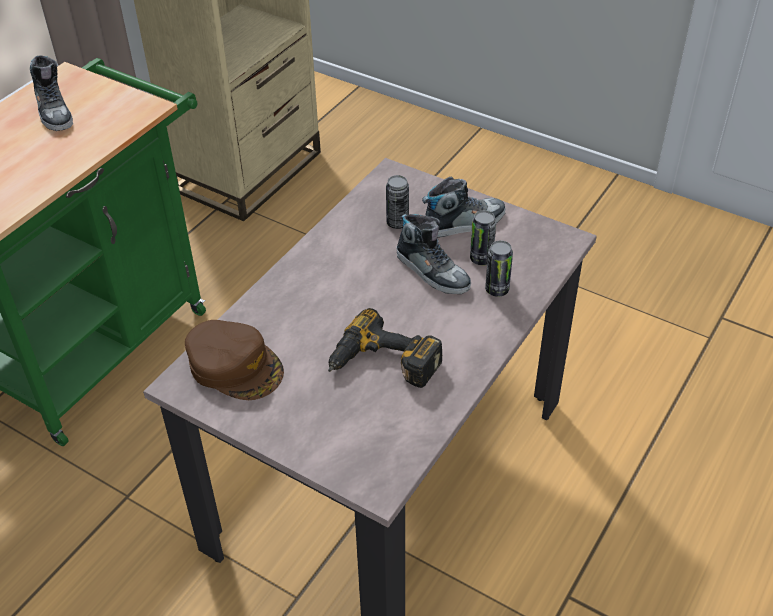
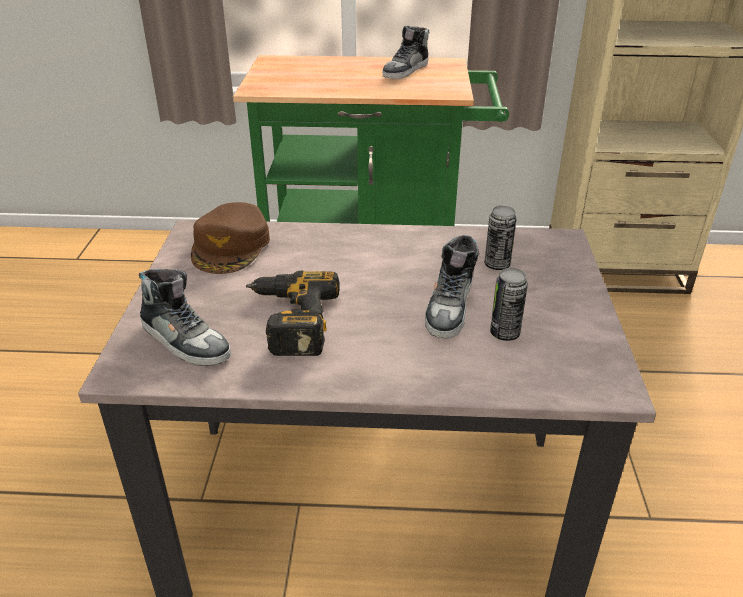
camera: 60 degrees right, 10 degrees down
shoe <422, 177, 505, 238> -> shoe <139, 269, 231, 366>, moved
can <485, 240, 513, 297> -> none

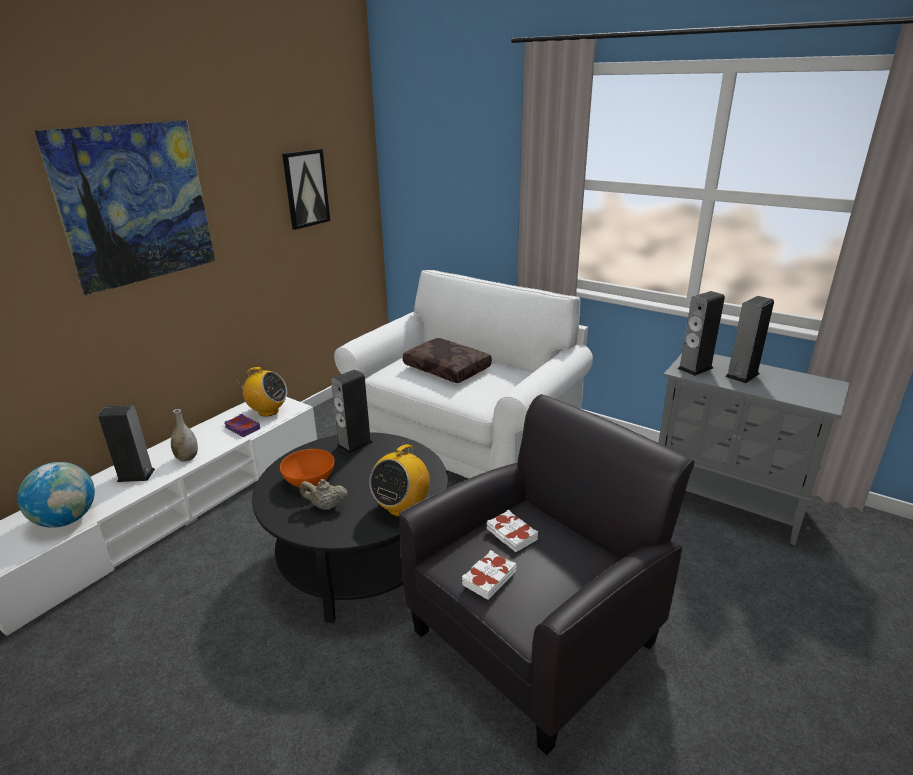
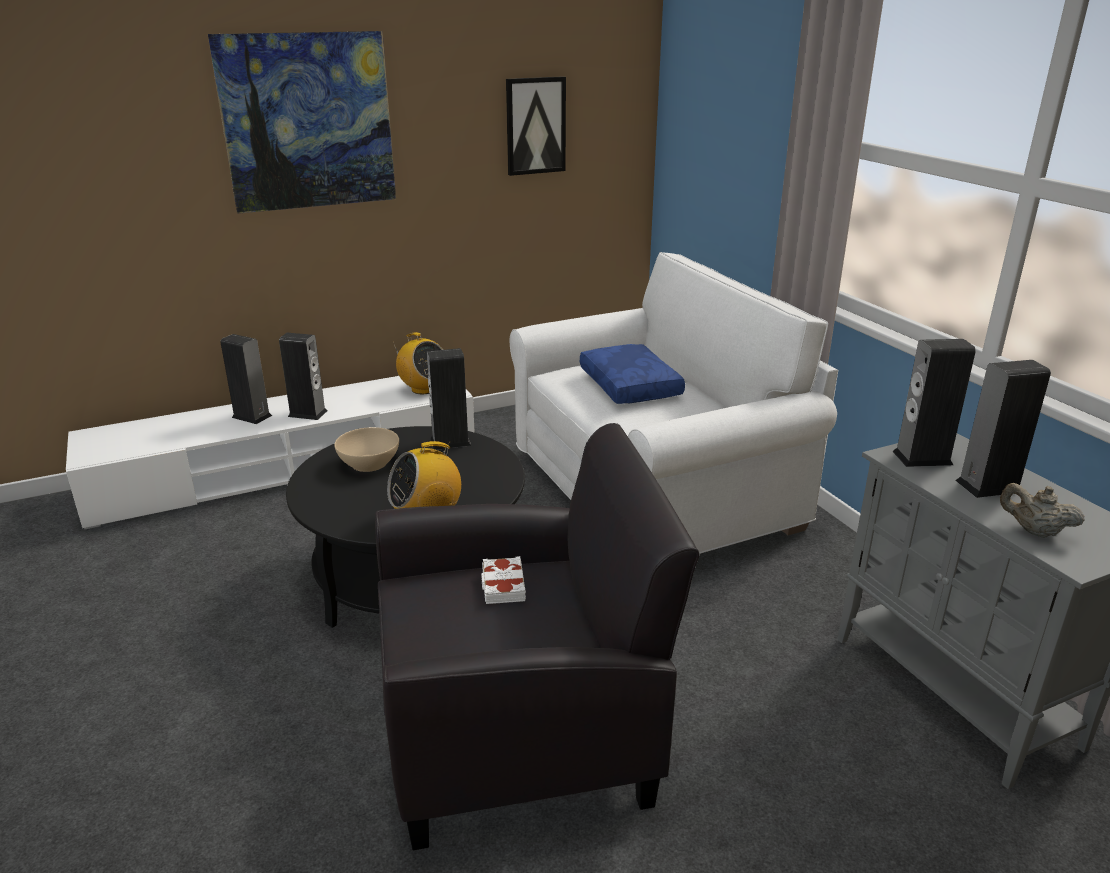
camera: 30 degrees right, 0 degrees up
globe <17, 462, 95, 528> -> none
vase (grey) <171, 409, 198, 462> -> speaker <279, 333, 327, 420>
book (purple) <225, 414, 260, 437> -> none
bowl (orange) <280, 449, 335, 489> -> bowl (beige) <334, 427, 399, 472>
teapot (beige) <300, 479, 348, 510> -> teapot (beige) <1000, 483, 1085, 538>, moved
pillow (brown) <403, 338, 492, 383> -> pillow (blue) <580, 344, 685, 404>
book (white) <462, 550, 516, 600> -> none

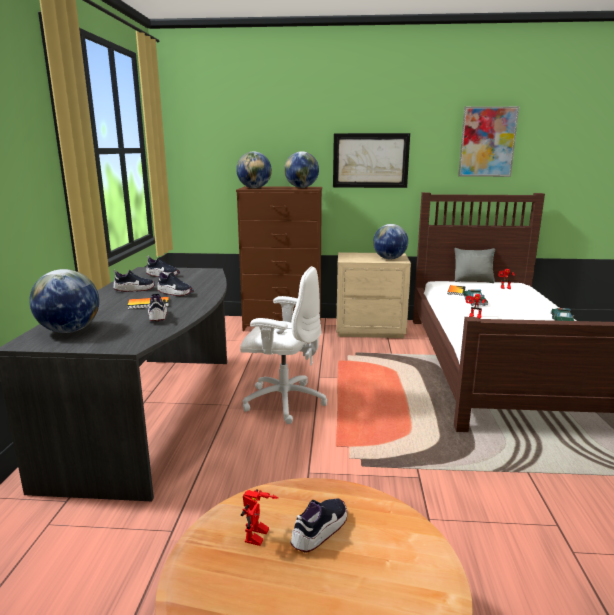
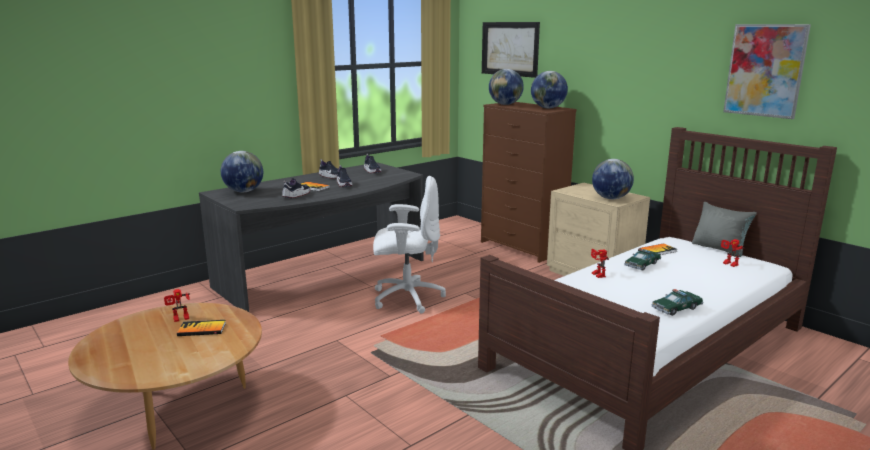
camera: 45 degrees right, 0 degrees up
office chair (white) <240, 266, 327, 424> -> office chair (white) <373, 176, 446, 314>, 60 degrees counterclockwise
shoe <291, 498, 347, 552> -> book <177, 320, 226, 336>
picture <333, 133, 410, 188> -> picture <482, 22, 540, 78>, moved

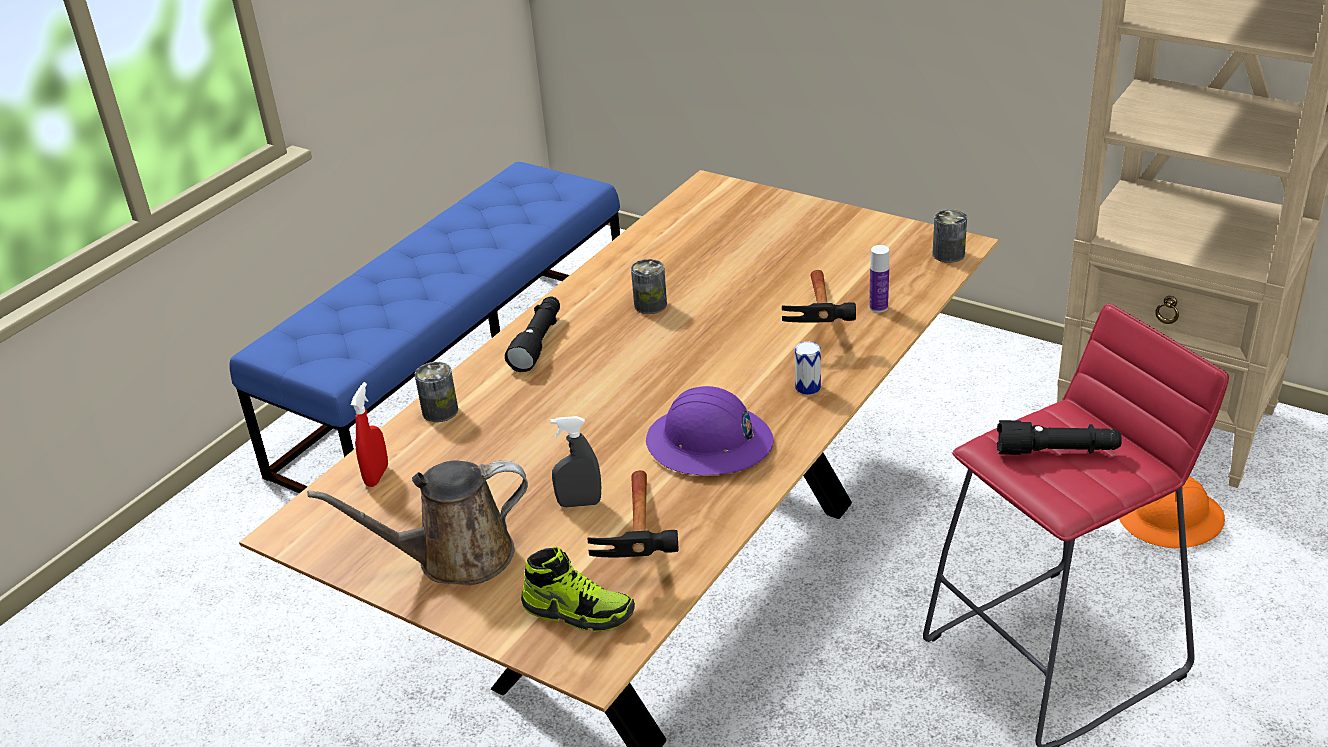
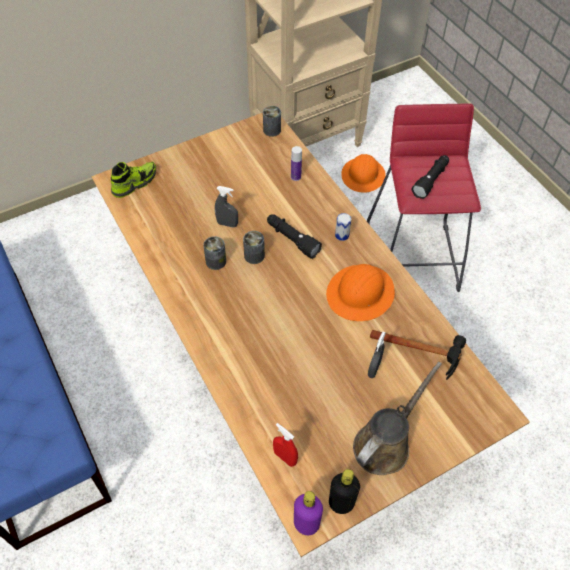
camera: 65 degrees left, 20 degrees up
watering can (brown) <307, 461, 528, 585> -> watering can (brown) <353, 362, 442, 475>, 150 degrees counterclockwise
can <415, 362, 458, 422> -> can <243, 231, 265, 264>, moved
flashlight (black) <505, 297, 560, 372> -> flashlight (black) <267, 214, 322, 259>, moved
shoe <521, 547, 635, 632> -> shoe <111, 162, 156, 198>, moved
hard hat (purple) <646, 386, 774, 475> -> hard hat (orange) <326, 264, 395, 321>
hammer <782, 270, 856, 323> -> none
none -> spray bottle (grey) <215, 186, 238, 228>
none -> bottle (purple) <294, 491, 323, 535>
none -> bottle (black) <329, 469, 360, 514>

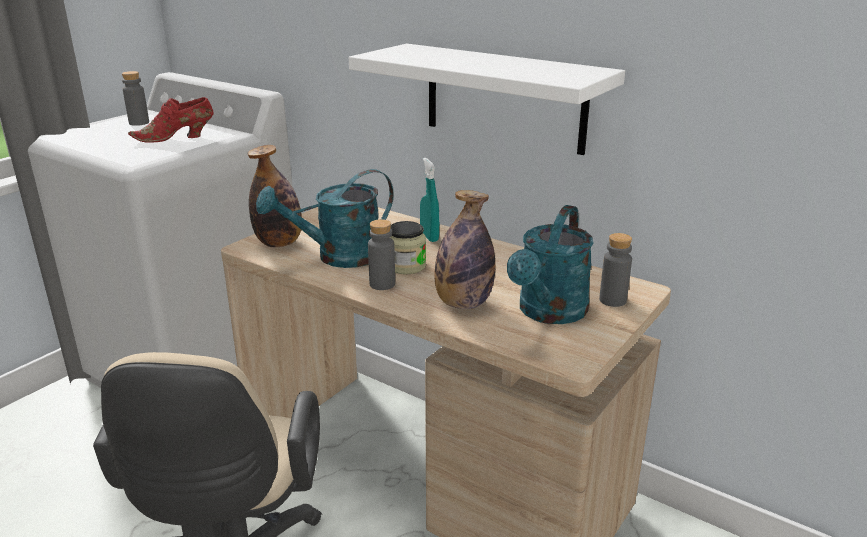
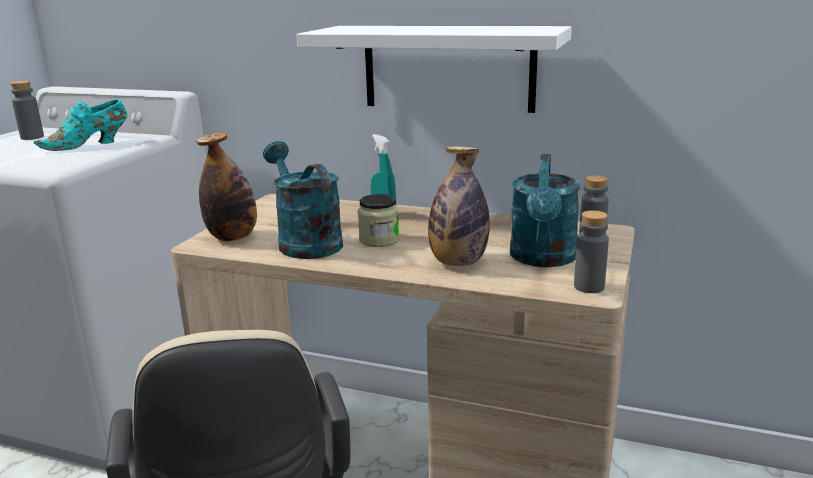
camera: 15 degrees left, 5 degrees down
shoe (red) <128, 97, 213, 143> -> shoe (turquoise) <34, 99, 128, 151>
watering can (turquoise) <256, 169, 394, 268> -> watering can (turquoise) <263, 141, 343, 259>, 105 degrees clockwise
bottle (grey) <368, 219, 395, 290> -> bottle (grey) <574, 211, 609, 293>, moved

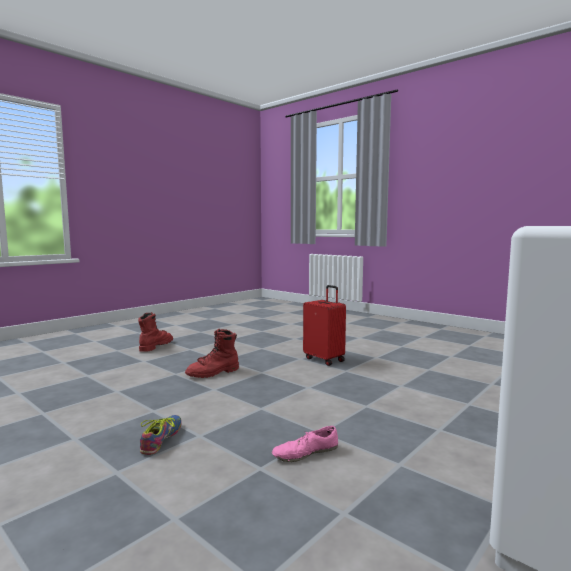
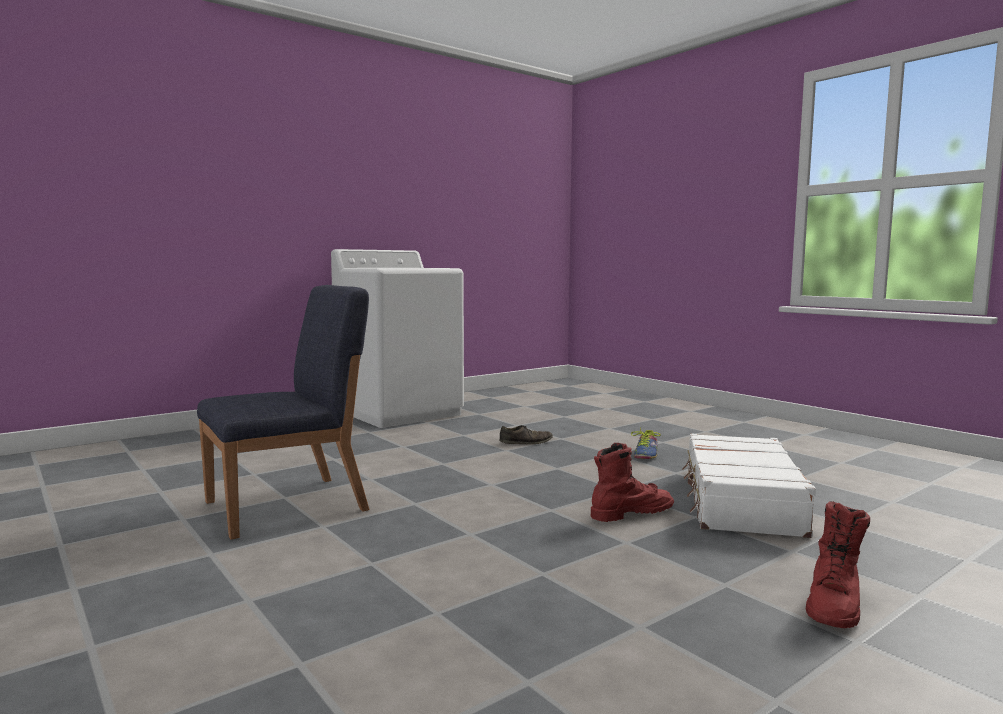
camera: 170 degrees left, 0 degrees up
shoe (pink) <272, 426, 338, 462> -> shoe (brown) <499, 425, 553, 444>
suitcase (red) <303, 285, 346, 366> -> none
none -> chair (blue) <197, 285, 370, 540>
none -> suitcase (white) <682, 433, 816, 538>

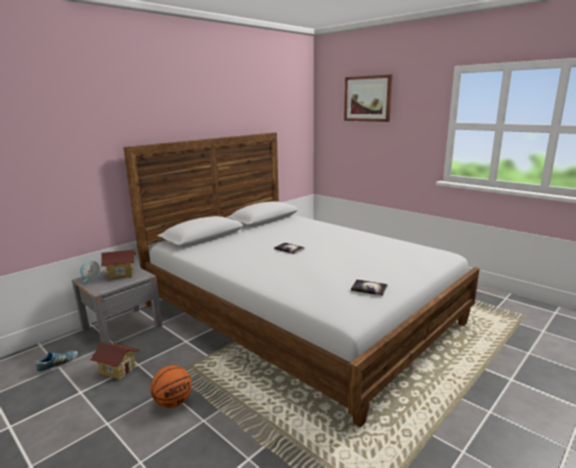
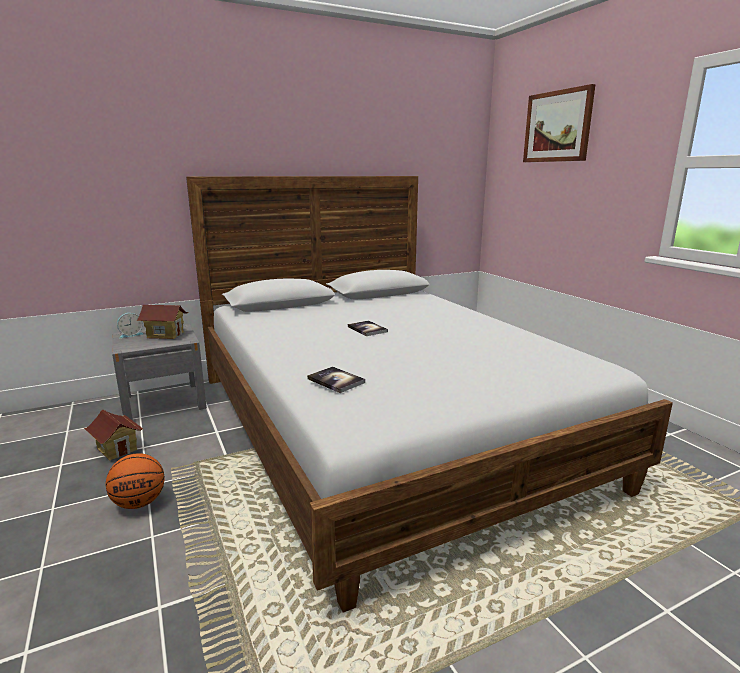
camera: 20 degrees right, 0 degrees up
shoe <36, 351, 78, 374> -> none
book <351, 279, 388, 296> -> book <307, 366, 365, 393>, moved

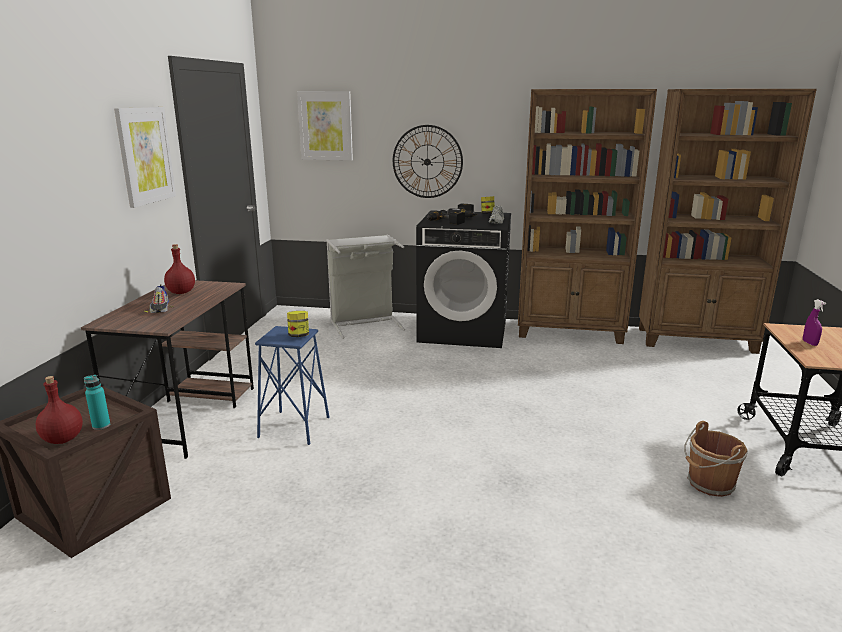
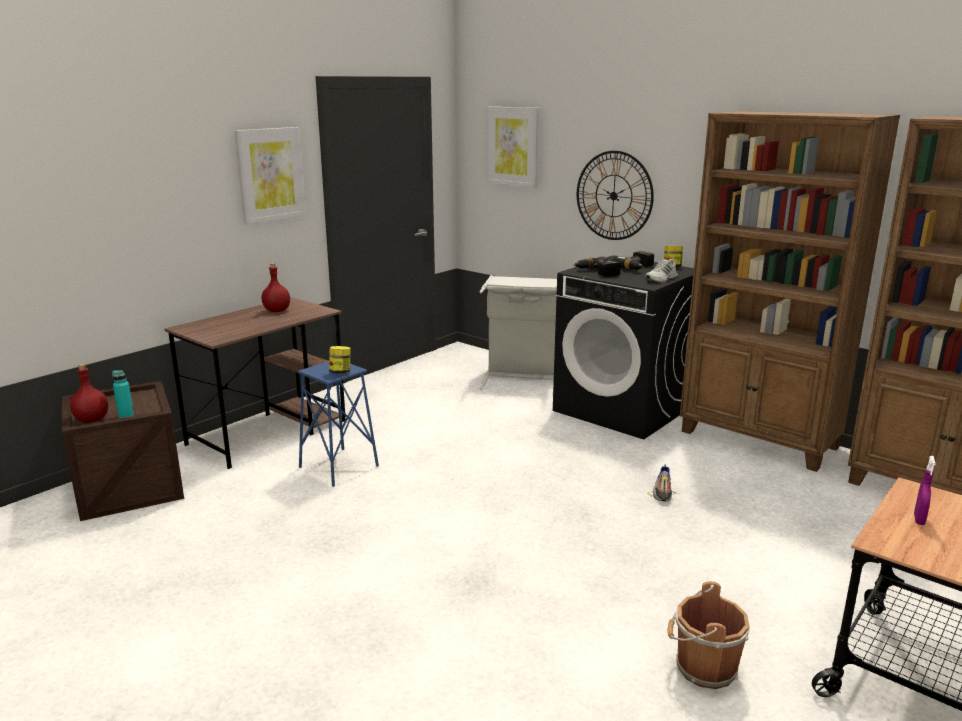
camera: 30 degrees right, 0 degrees up
shoe <144, 285, 174, 313> -> shoe <647, 465, 676, 502>, moved

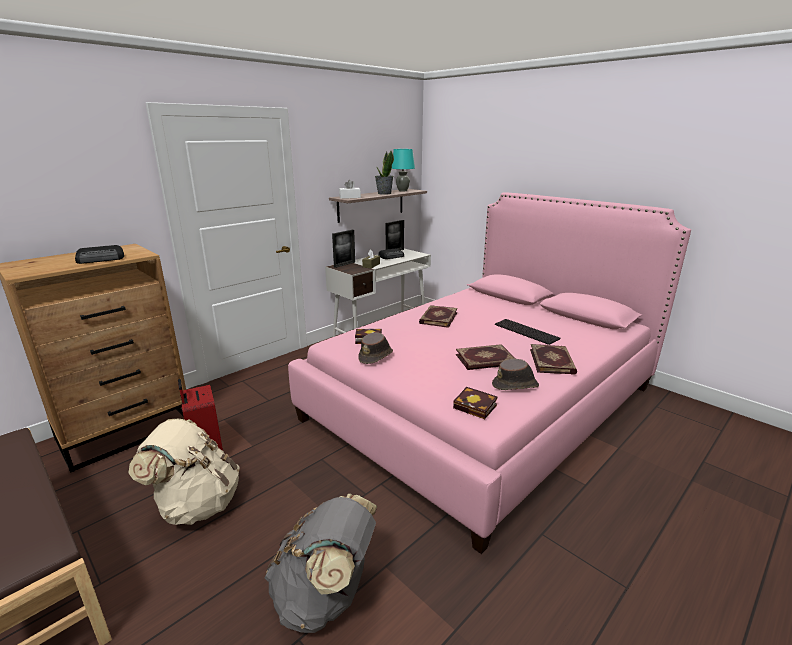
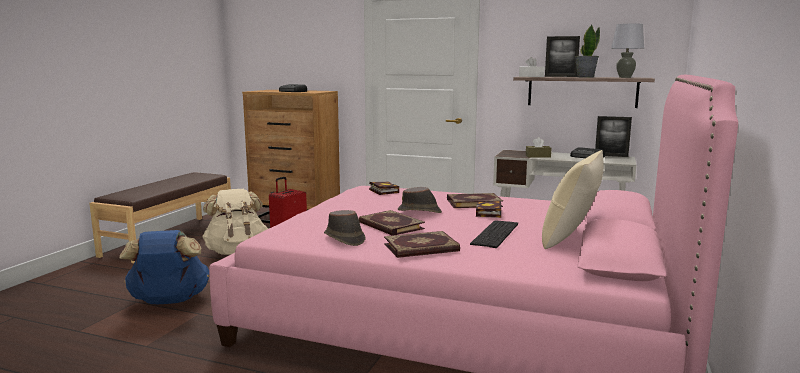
camera: 65 degrees right, 10 degrees down
backpack (grey) <265, 494, 377, 633> -> backpack (blue) <119, 230, 209, 304>
picture frame <332, 230, 355, 268> -> picture frame <545, 36, 580, 77>, moved
hat (brown) <358, 333, 393, 364> -> hat (brown) <398, 187, 442, 213>, moved
table lamp (turquoise) <392, 149, 415, 191> -> table lamp (grey) <611, 24, 644, 78>
book <453, 387, 497, 419> -> book <476, 201, 501, 218>, moved
none -> pillow (beige) <542, 150, 604, 249>

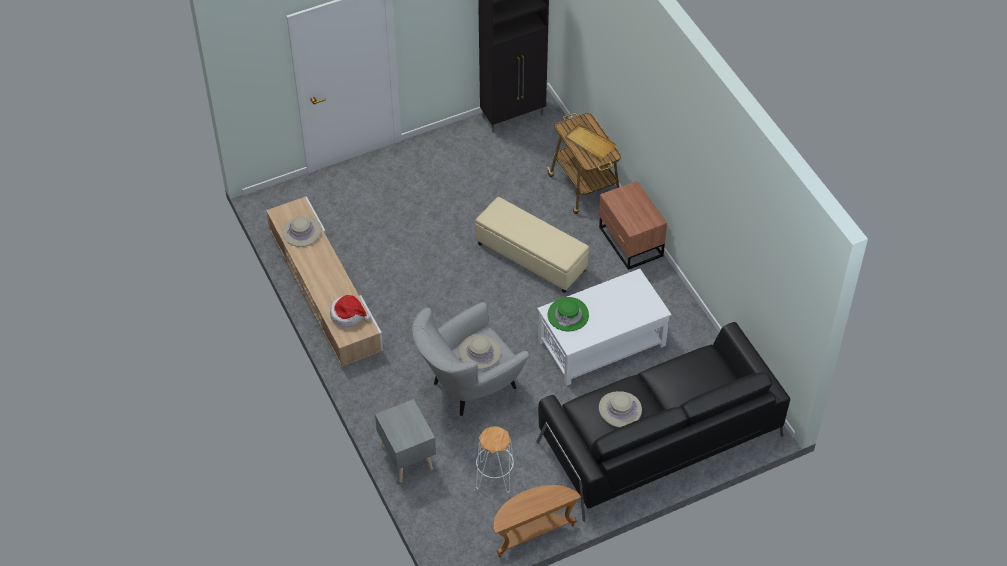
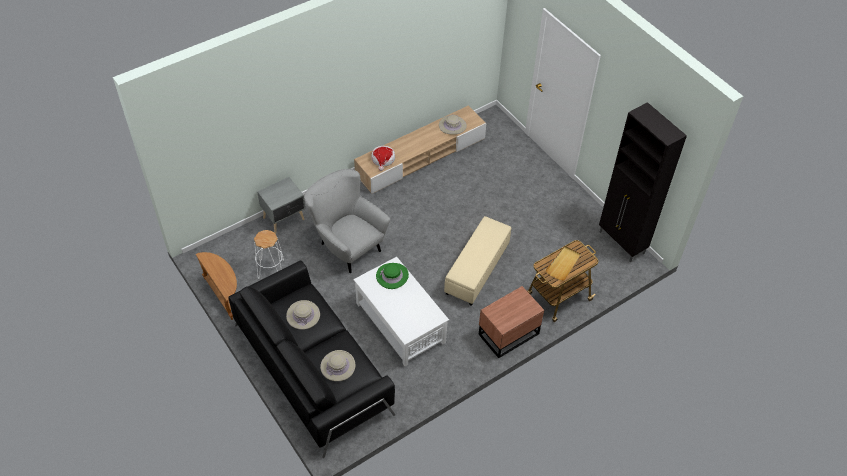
camera: 80 degrees right, 0 degrees up
hat (beige) <459, 334, 501, 369> -> hat (beige) <320, 350, 355, 381>, moved

